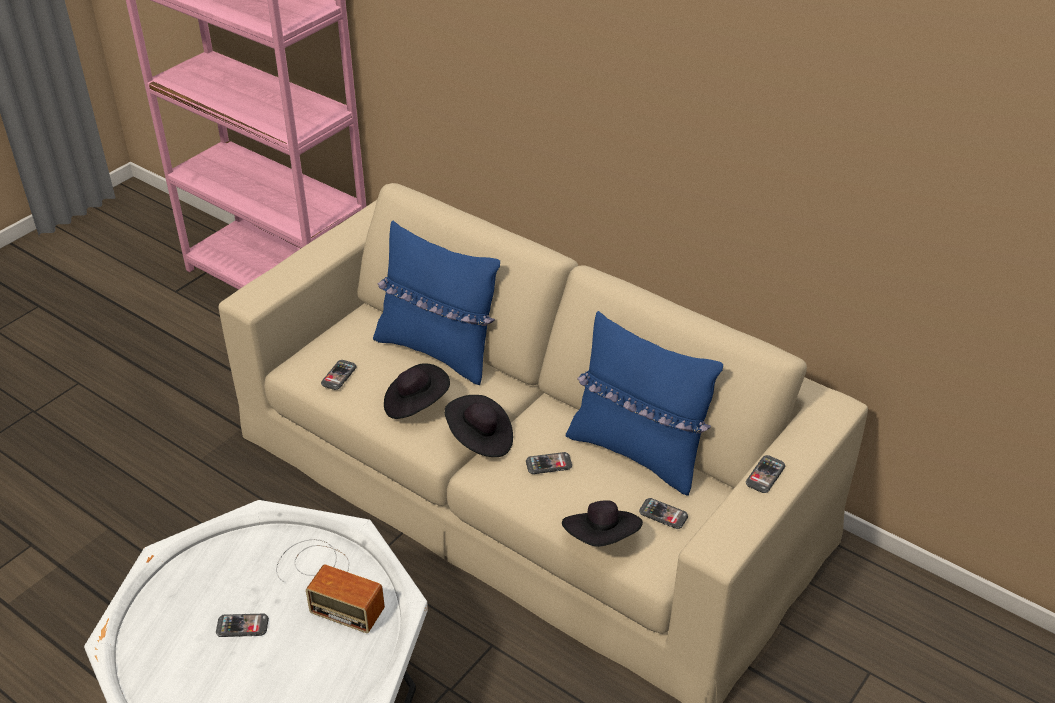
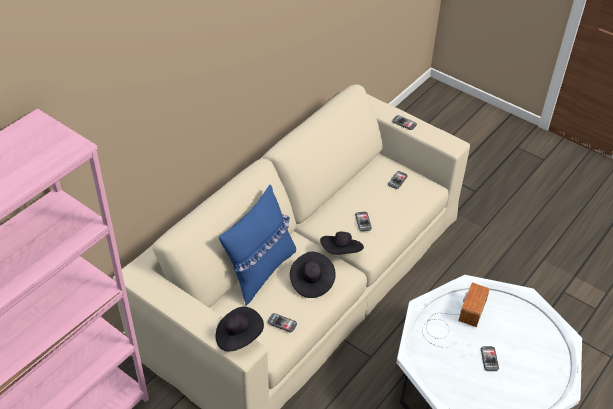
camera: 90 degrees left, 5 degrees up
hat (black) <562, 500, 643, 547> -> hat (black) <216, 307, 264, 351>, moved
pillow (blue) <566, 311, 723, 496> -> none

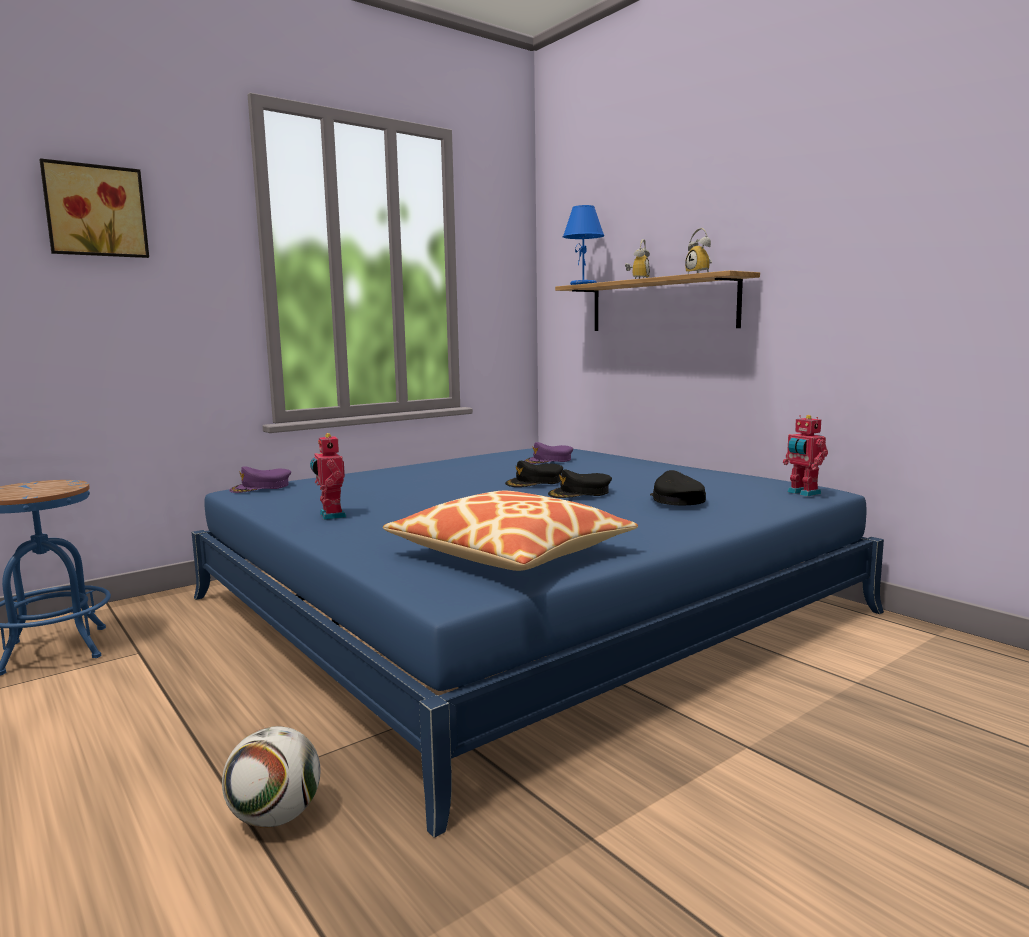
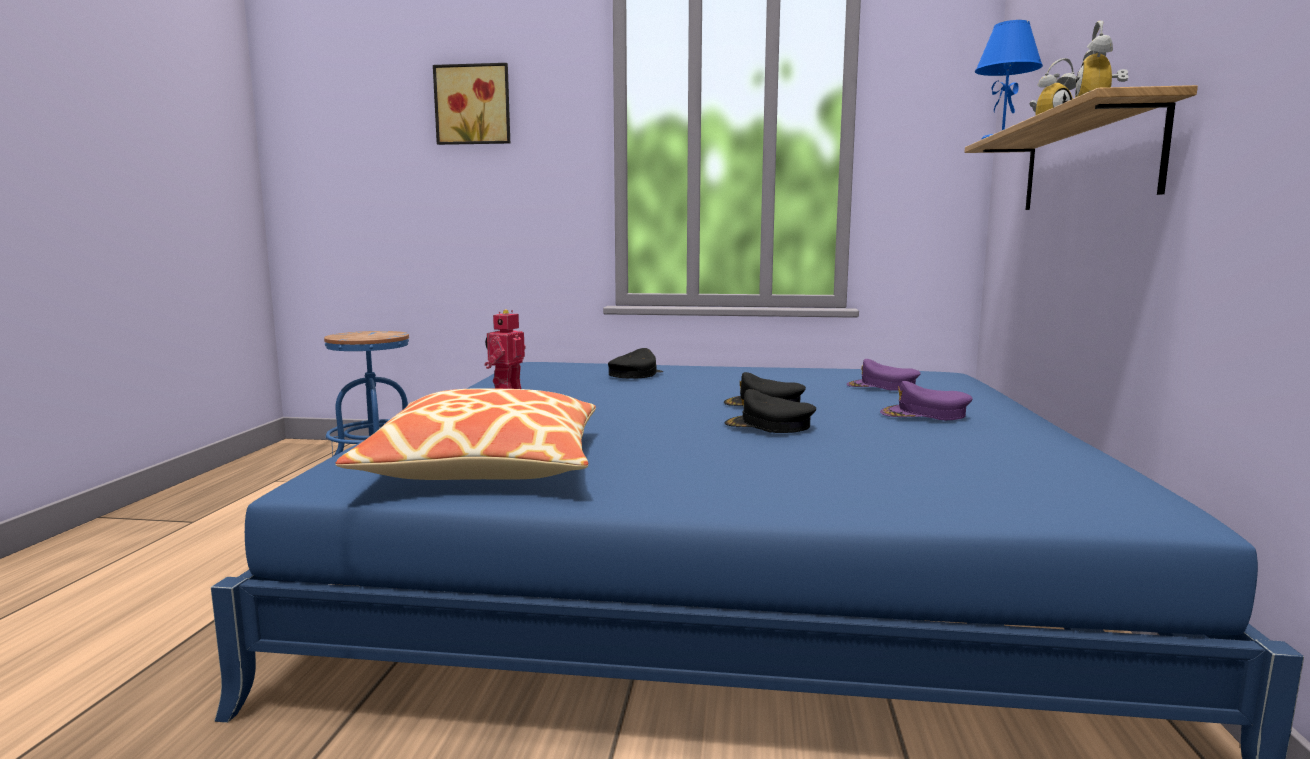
camera: 45 degrees right, 0 degrees up
football <222, 726, 321, 828> -> none
cap (purple) <229, 466, 291, 493> -> cap (purple) <880, 381, 973, 420>, moved
cap (black) <650, 470, 706, 505> -> cap (black) <608, 348, 664, 379>, moved
toy robot <783, 415, 828, 497> -> none

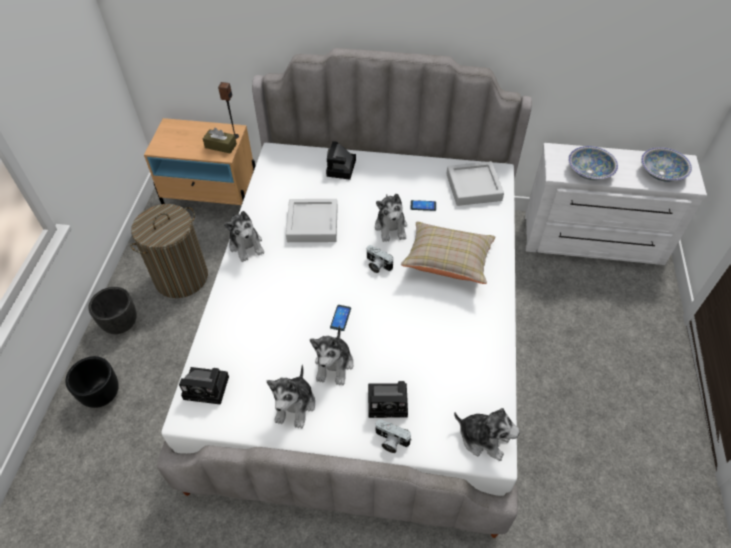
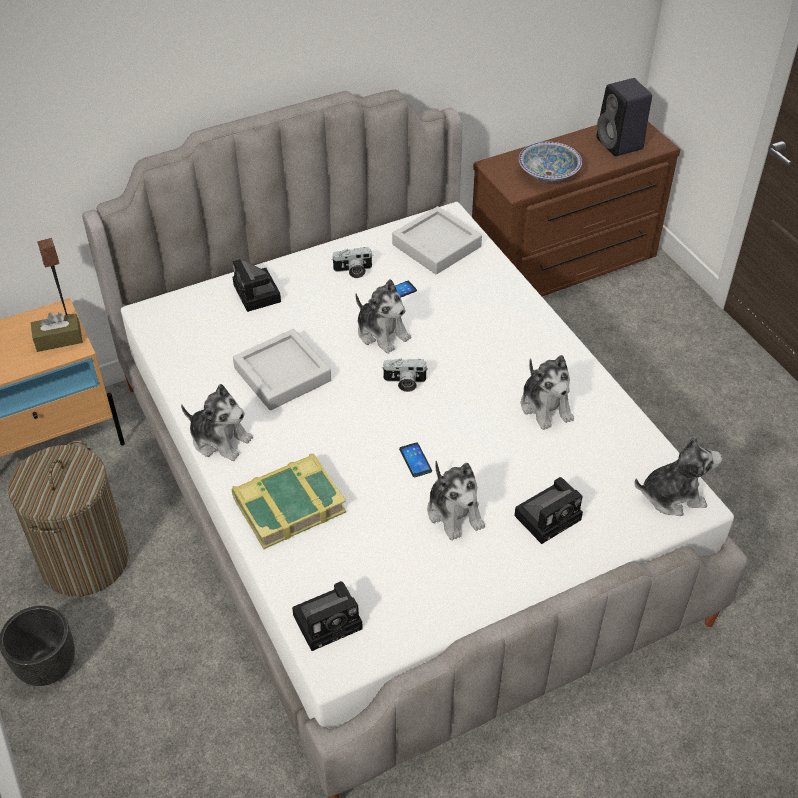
camera: 35 degrees left, 5 degrees down
planter (black) <65, 356, 119, 408> -> none
plush toy <266, 365, 315, 429> -> plush toy <521, 355, 574, 430>, moved
photo camera <375, 419, 411, 453> -> photo camera <331, 247, 372, 278>, moved
pillow (beige) <401, 222, 495, 284> -> none
dresser (white) <525, 143, 707, 265> -> dresser (brown) <472, 122, 681, 296>
bowl <641, 147, 692, 182> -> speaker (black) <597, 78, 652, 156>
none -> book <232, 454, 346, 549>

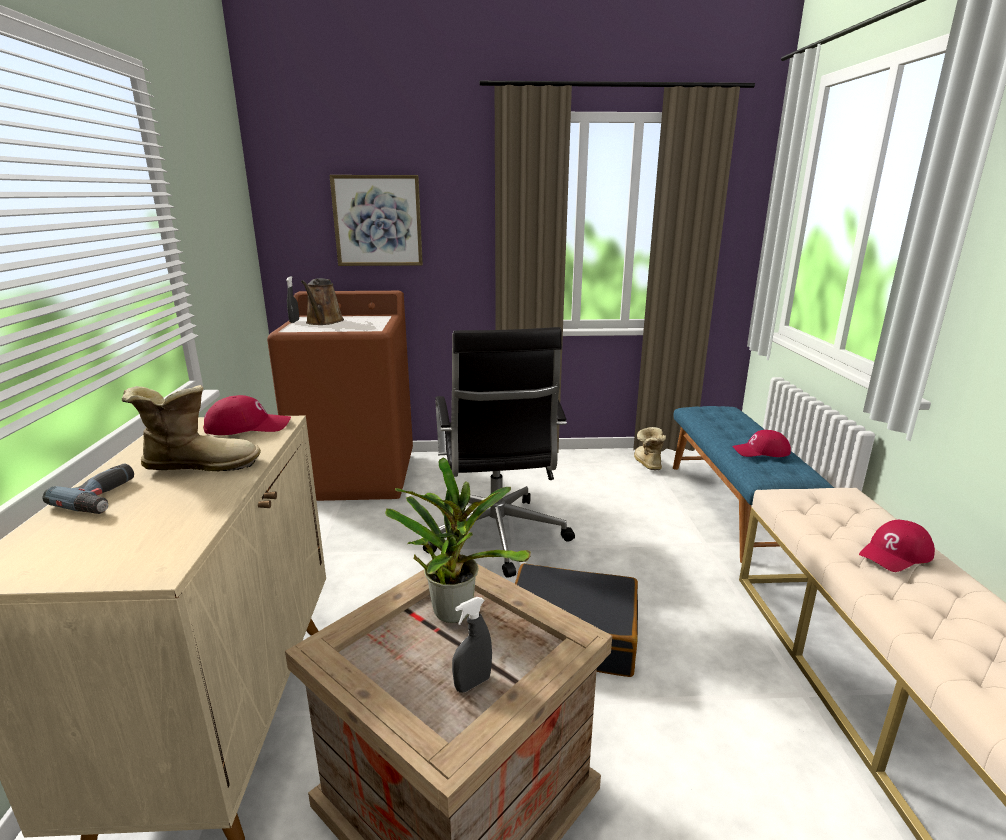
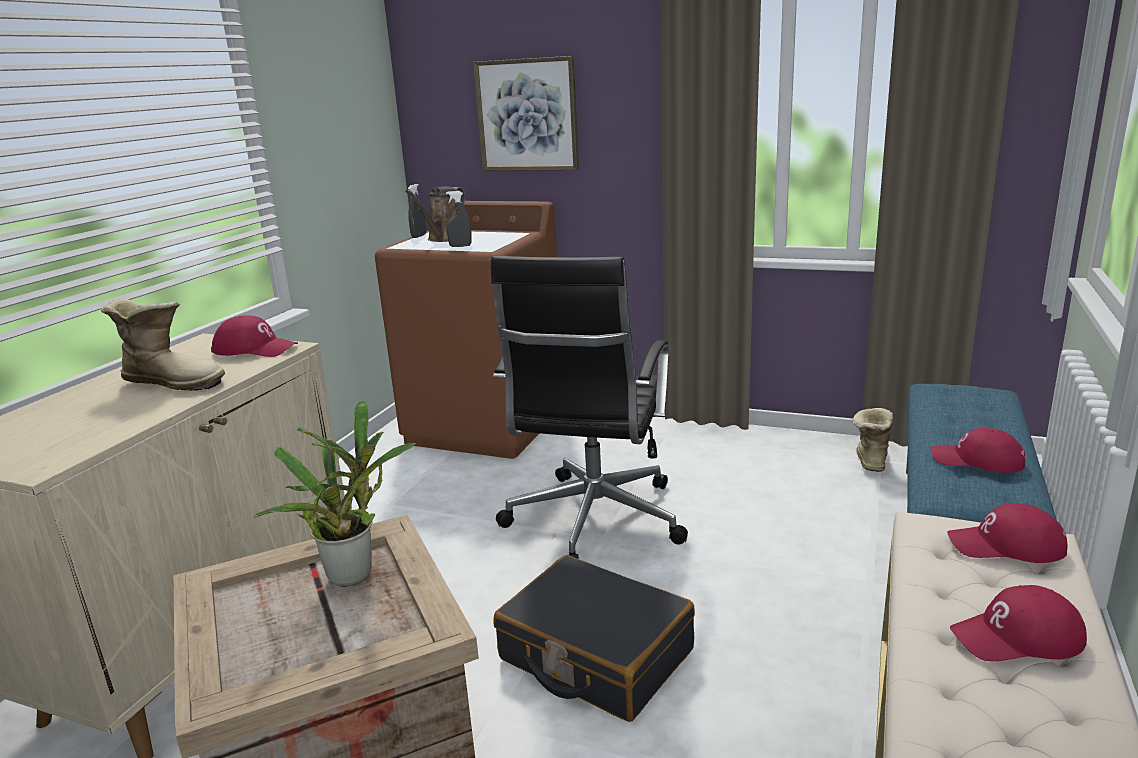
camera: 25 degrees right, 0 degrees up
power drill <42, 464, 134, 514> -> none
spray bottle (grey) <452, 597, 492, 693> -> spray bottle (grey) <446, 191, 472, 247>, moved
none -> cap (red) <947, 504, 1067, 563>

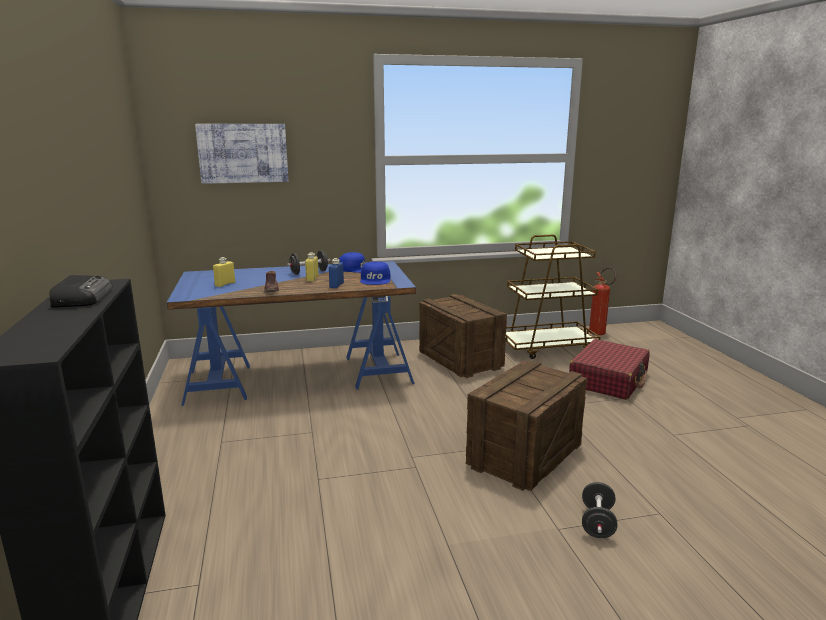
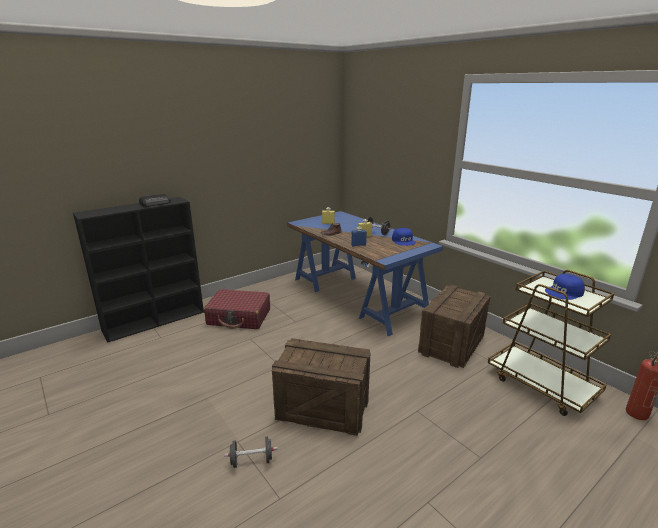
camera: 65 degrees right, 5 degrees up
picture <195, 124, 288, 184> -> none
cap (blue) <360, 261, 390, 285> -> cap (blue) <545, 274, 585, 300>, moved
suitcase (red) <569, 339, 650, 400> -> suitcase (red) <204, 289, 270, 329>, moved

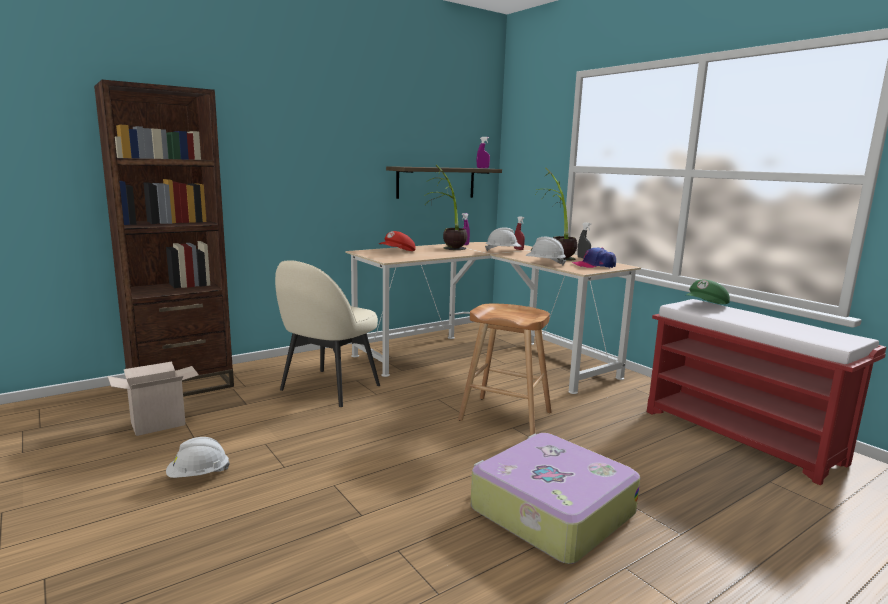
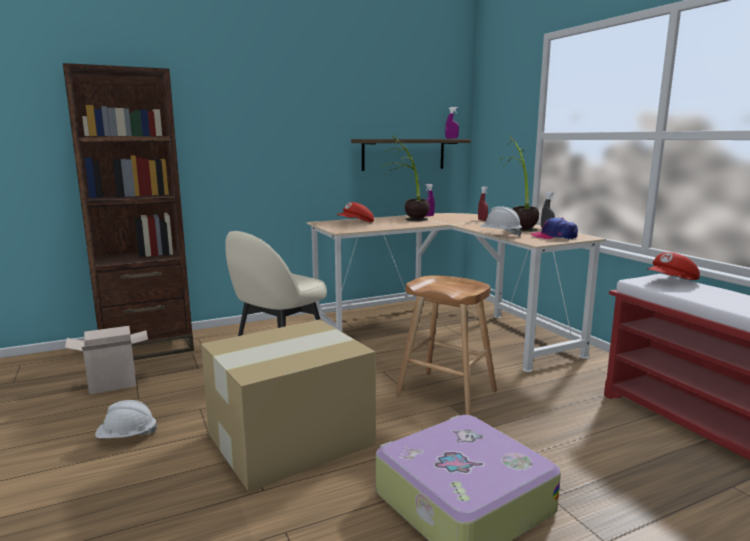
camera: 10 degrees right, 0 degrees up
hard hat (white) <485, 227, 521, 251> -> none
cap (green) <685, 280, 730, 304> -> cap (red) <646, 252, 700, 280>
none -> cardboard box <201, 319, 376, 492>

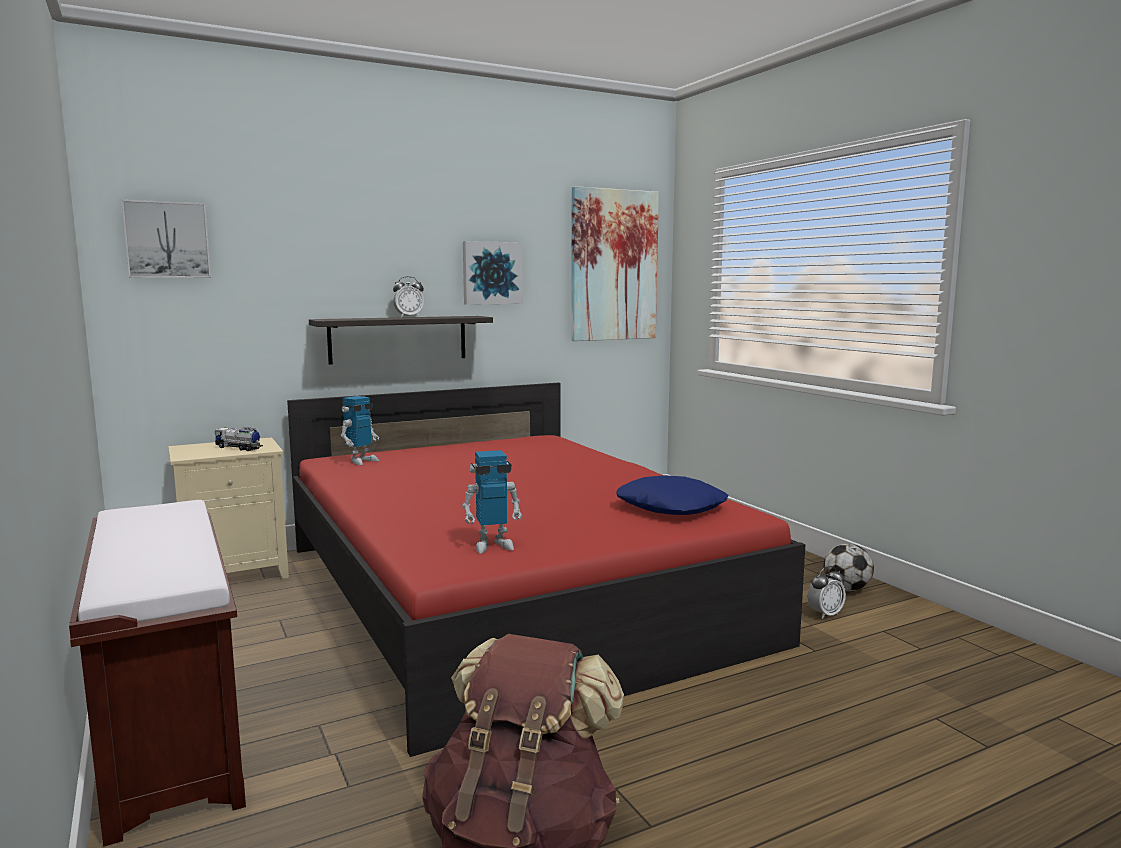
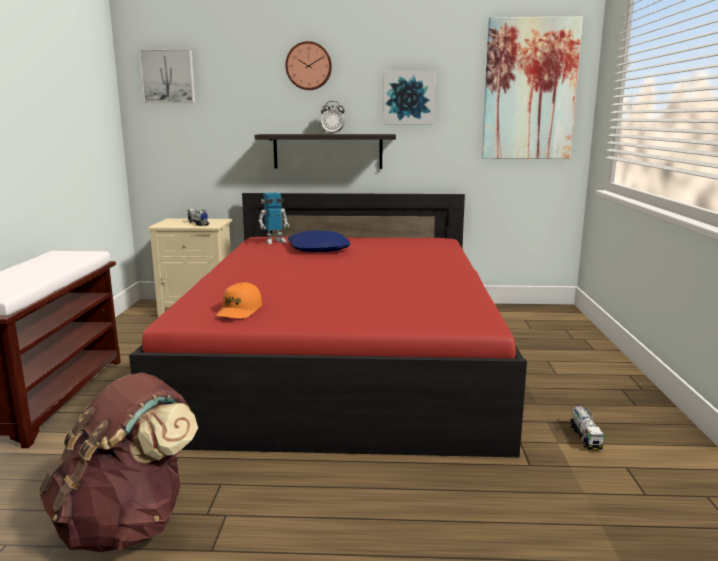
camera: 30 degrees right, 5 degrees up
toy robot <462, 450, 522, 553> -> cap (orange) <216, 283, 262, 319>
pillow (blue) <616, 475, 729, 515> -> pillow (blue) <288, 230, 350, 252>, moved
alarm clock <808, 566, 846, 619> -> toy truck <570, 404, 604, 450>
football <824, 544, 874, 591> -> none
none -> wall clock <285, 41, 332, 90>

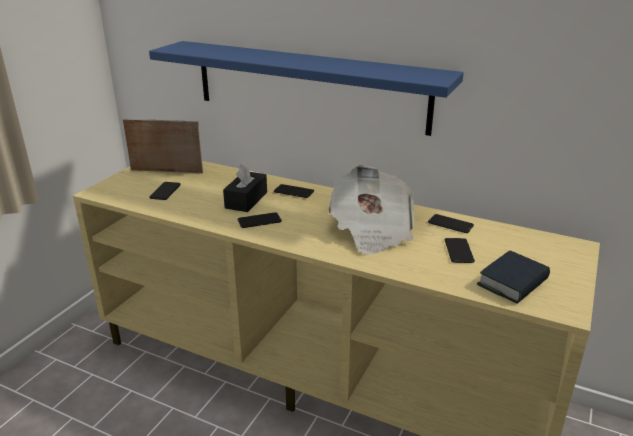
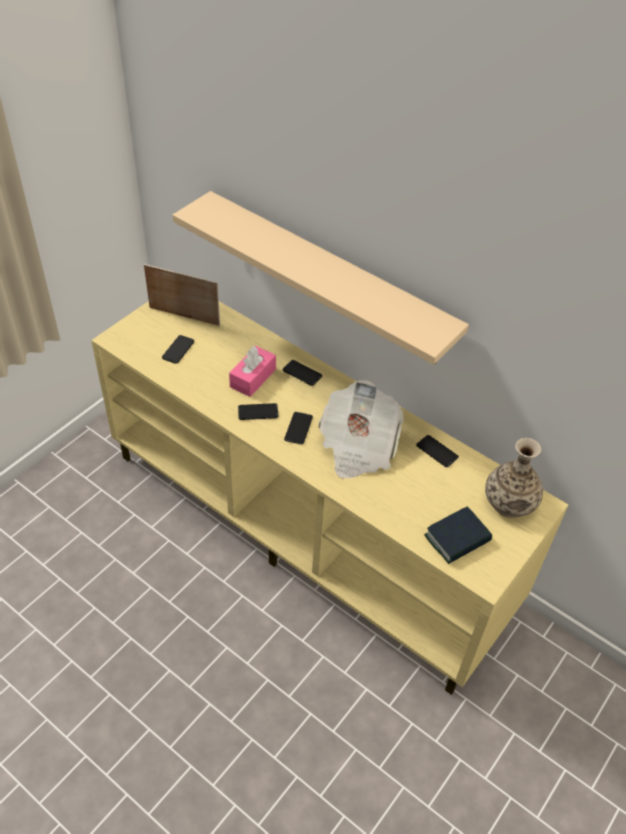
camera: 10 degrees right, 20 degrees up
shelf (blue) <149, 41, 464, 136> -> shelf (beige) <173, 191, 469, 365>
tissue box (black) <223, 162, 267, 212> -> tissue box (pink) <229, 346, 276, 397>
phone <445, 238, 475, 263> -> phone <284, 412, 313, 445>, moved
none -> vase <485, 438, 543, 518>

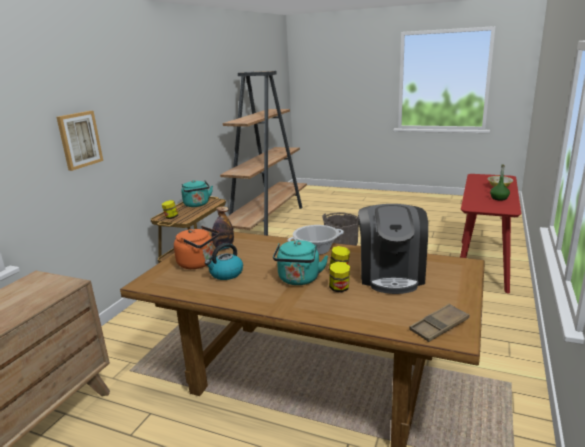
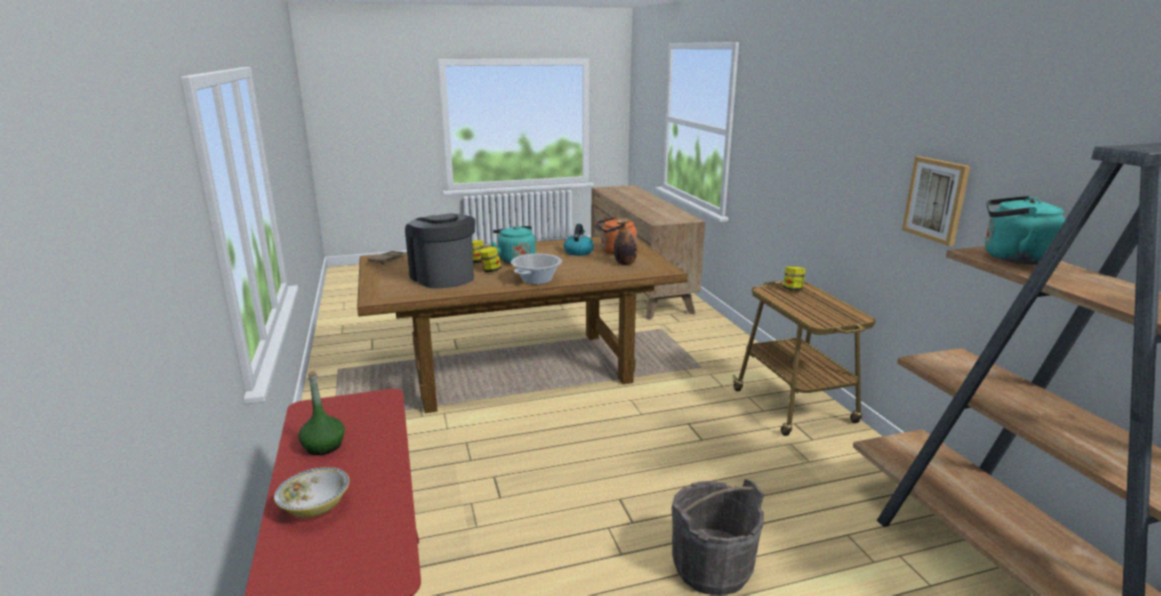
camera: 140 degrees right, 0 degrees up
picture <56, 111, 103, 171> -> picture <902, 156, 971, 246>, moved
kettle (turquoise) <181, 180, 213, 207> -> kettle (turquoise) <985, 196, 1066, 265>, moved

